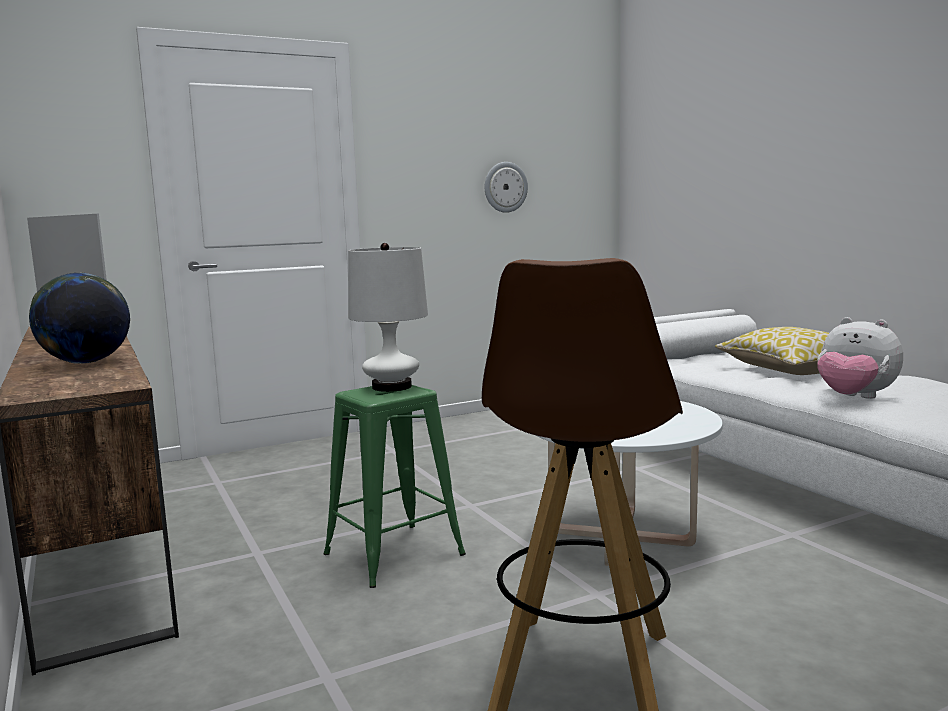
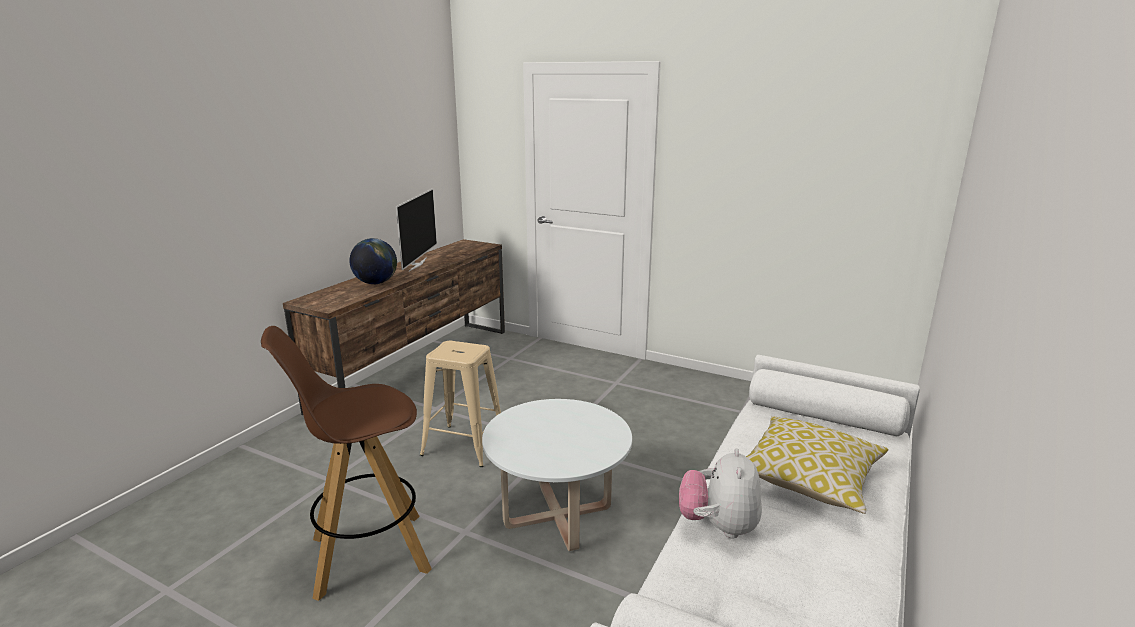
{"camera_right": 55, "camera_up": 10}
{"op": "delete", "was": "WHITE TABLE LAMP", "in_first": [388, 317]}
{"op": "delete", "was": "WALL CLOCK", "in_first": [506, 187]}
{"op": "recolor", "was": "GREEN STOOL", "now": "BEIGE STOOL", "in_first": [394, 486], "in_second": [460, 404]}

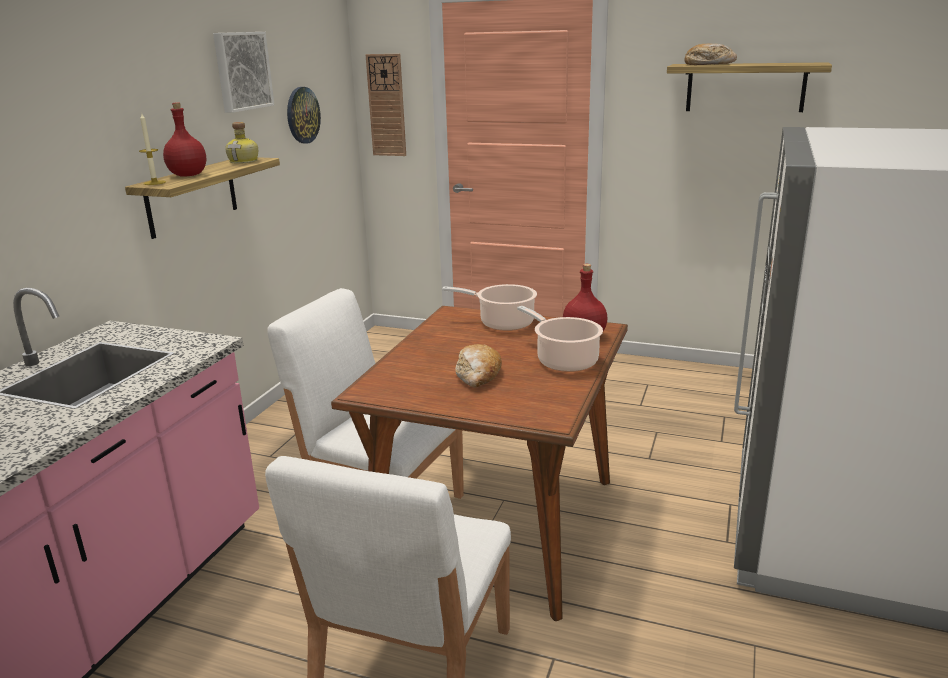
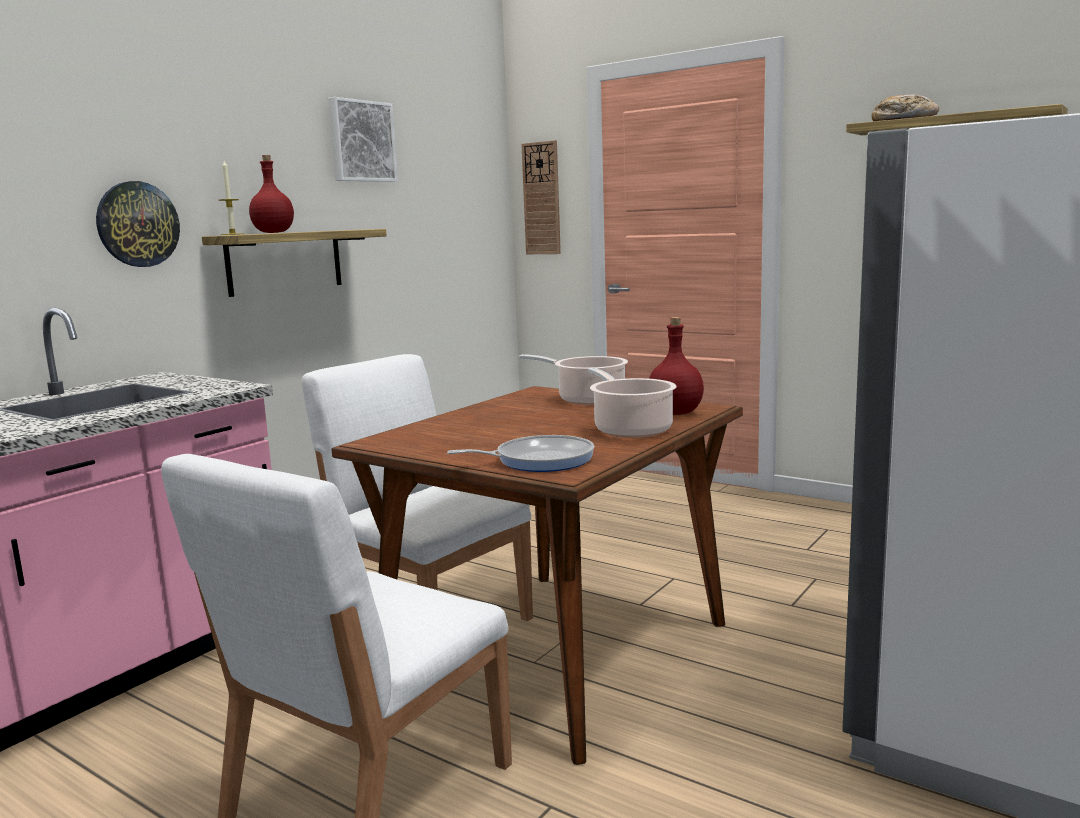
{"camera_right": 15, "camera_up": -10}
{"op": "delete", "was": "BOTTLE", "in_first": [241, 143]}
{"op": "delete", "was": "BREAD", "in_first": [479, 365]}
{"op": "insert", "now": "FRYING PAN", "in_second": [520, 453]}
{"op": "move", "was": "WALL CLOCK", "in_first": [304, 115], "in_second": [138, 224]}

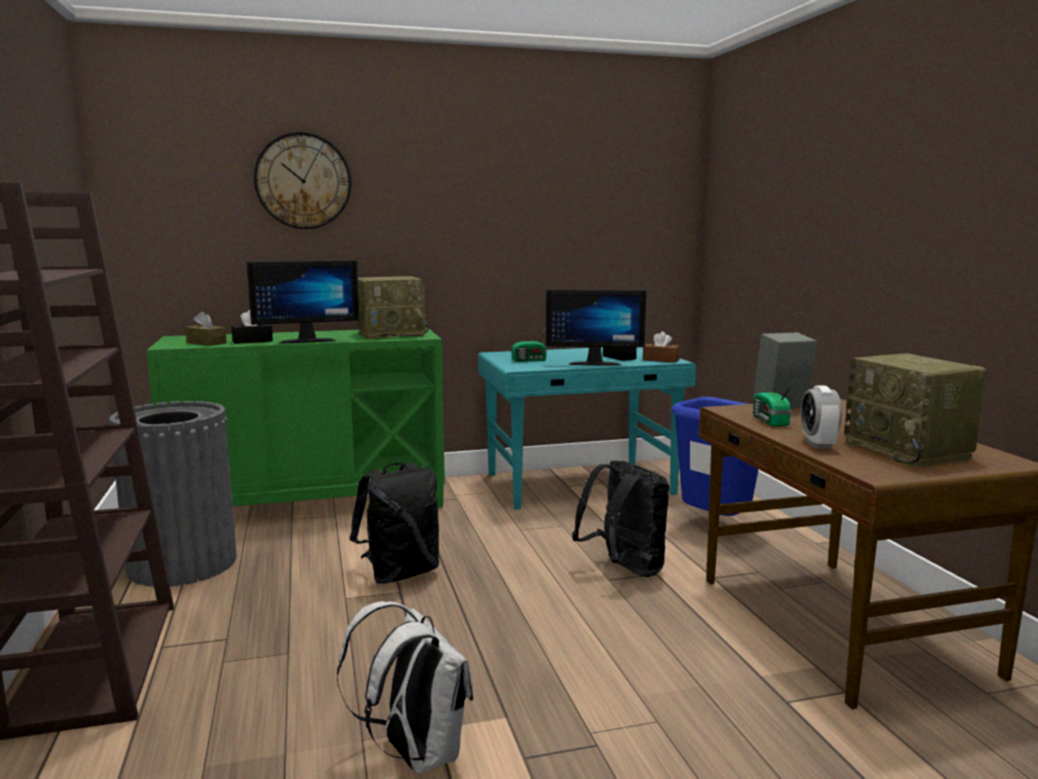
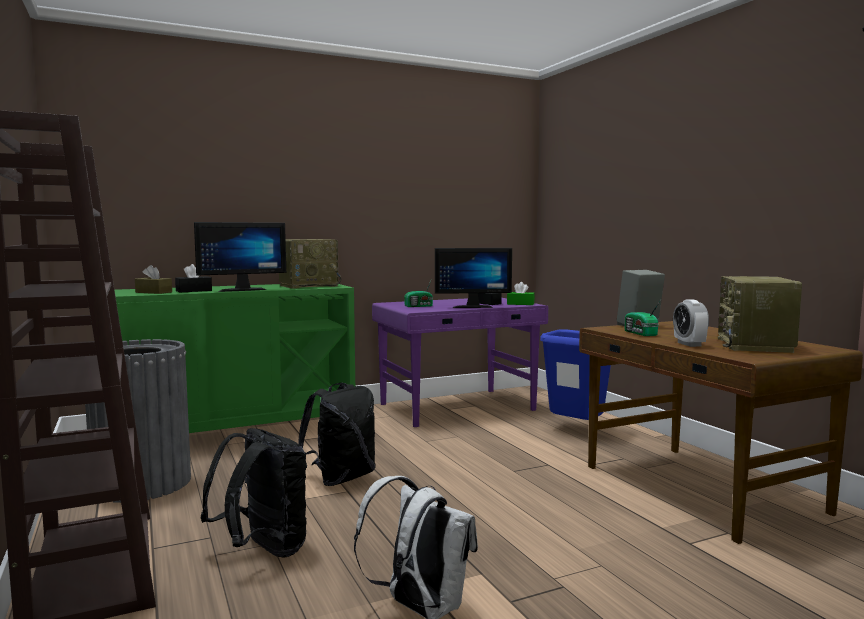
{"camera_right": -10, "camera_up": -5}
{"op": "delete", "was": "WALL CLOCK", "in_first": [302, 180]}
{"op": "move", "was": "BLACK BACKPACK", "in_first": [620, 519], "in_second": [254, 493]}
{"op": "recolor", "was": "TURQUOISE DESK", "now": "PURPLE DESK", "in_first": [587, 428], "in_second": [460, 362]}
{"op": "recolor", "was": "BROWN TISSUE BOX", "now": "GREEN TISSUE BOX", "in_first": [661, 347], "in_second": [521, 293]}
{"op": "rotate", "was": "RADIO", "in_first": [915, 410], "in_second": [760, 314], "clockwise": 45}

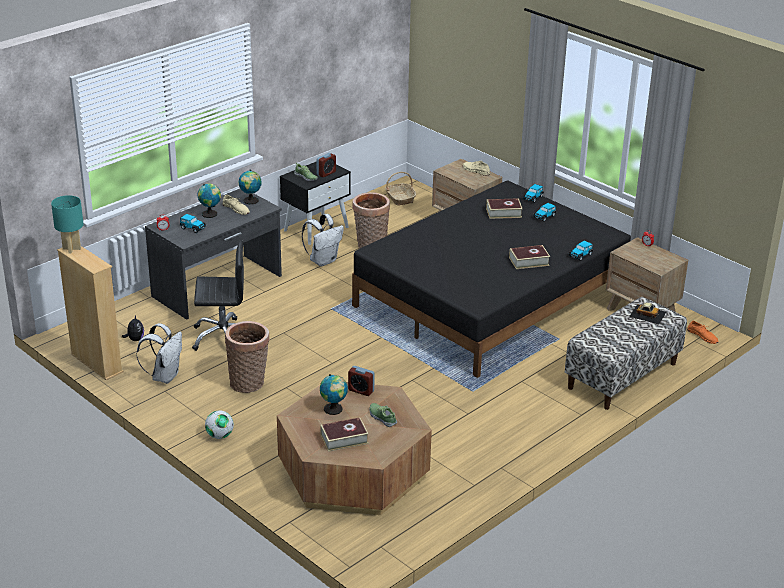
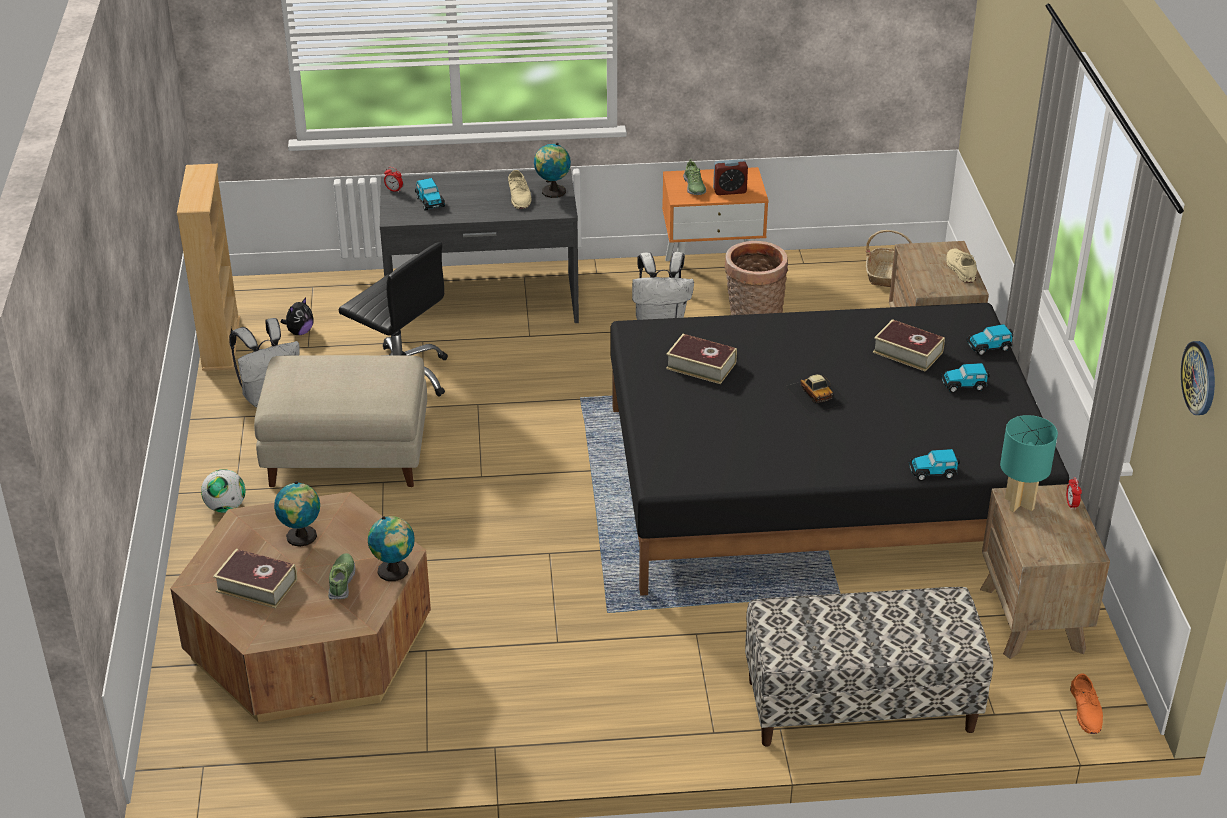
{"camera_right": 40, "camera_up": 5}
{"op": "delete", "was": "ALARM CLOCK", "in_first": [361, 381]}
{"op": "insert", "now": "WALL CLOCK", "in_second": [1198, 378]}
{"op": "move", "was": "TURQUOISE TABLE LAMP", "in_first": [67, 224], "in_second": [1029, 463]}
{"op": "move", "was": "GLOBE", "in_first": [209, 200], "in_second": [391, 548]}
{"op": "move", "was": "BOOK", "in_first": [529, 257], "in_second": [701, 359]}
{"op": "move", "was": "TOY CAR", "in_first": [647, 313], "in_second": [817, 394]}
{"op": "replace", "was": "BASKET", "now": "BEIGE OTTOMAN", "in_first": [247, 357], "in_second": [340, 421]}
{"op": "recolor", "was": "BLACK NIGHTSTAND", "now": "ORANGE NIGHTSTAND", "in_first": [315, 203], "in_second": [715, 222]}

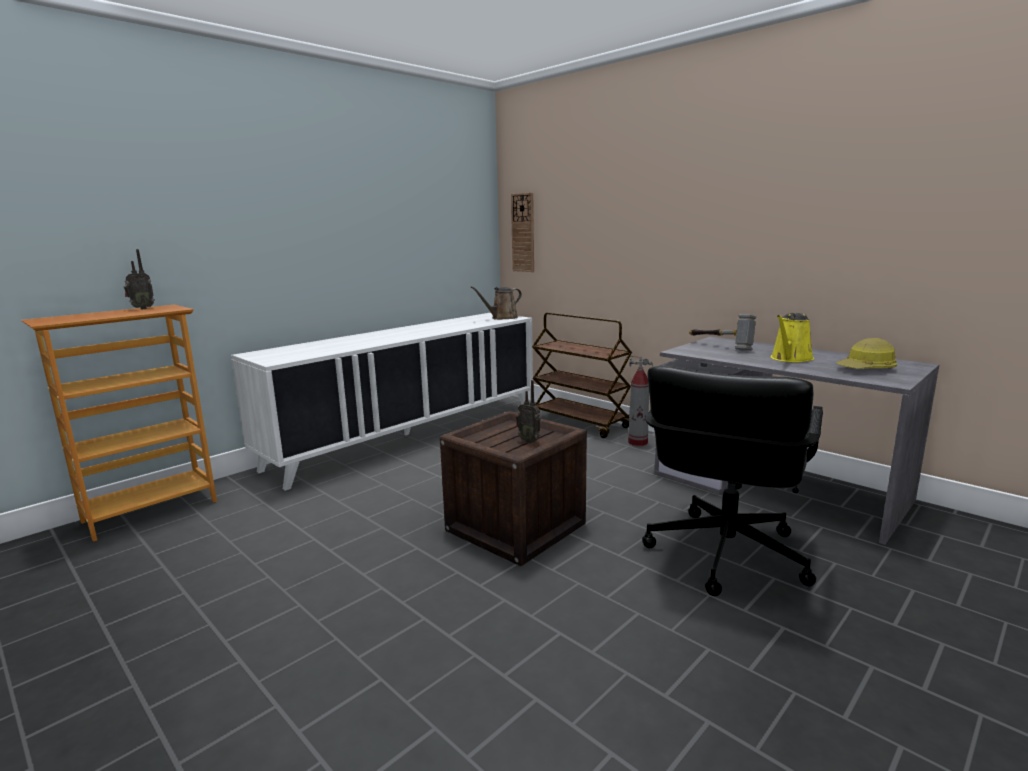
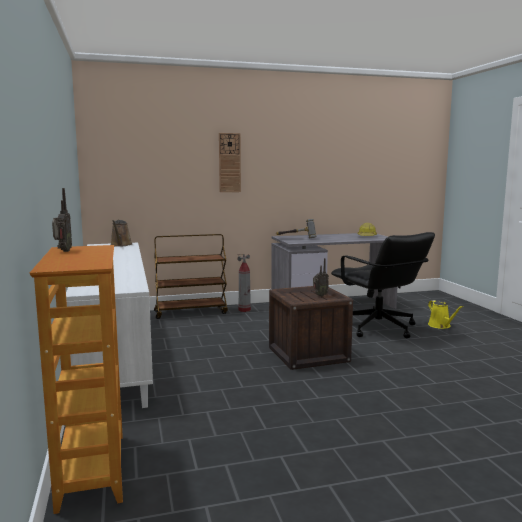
{"camera_right": -60, "camera_up": -5}
{"op": "move", "was": "WALL CLOCK", "in_first": [522, 232], "in_second": [230, 162]}
{"op": "move", "was": "YELLOW WATERING CAN", "in_first": [792, 338], "in_second": [445, 314]}

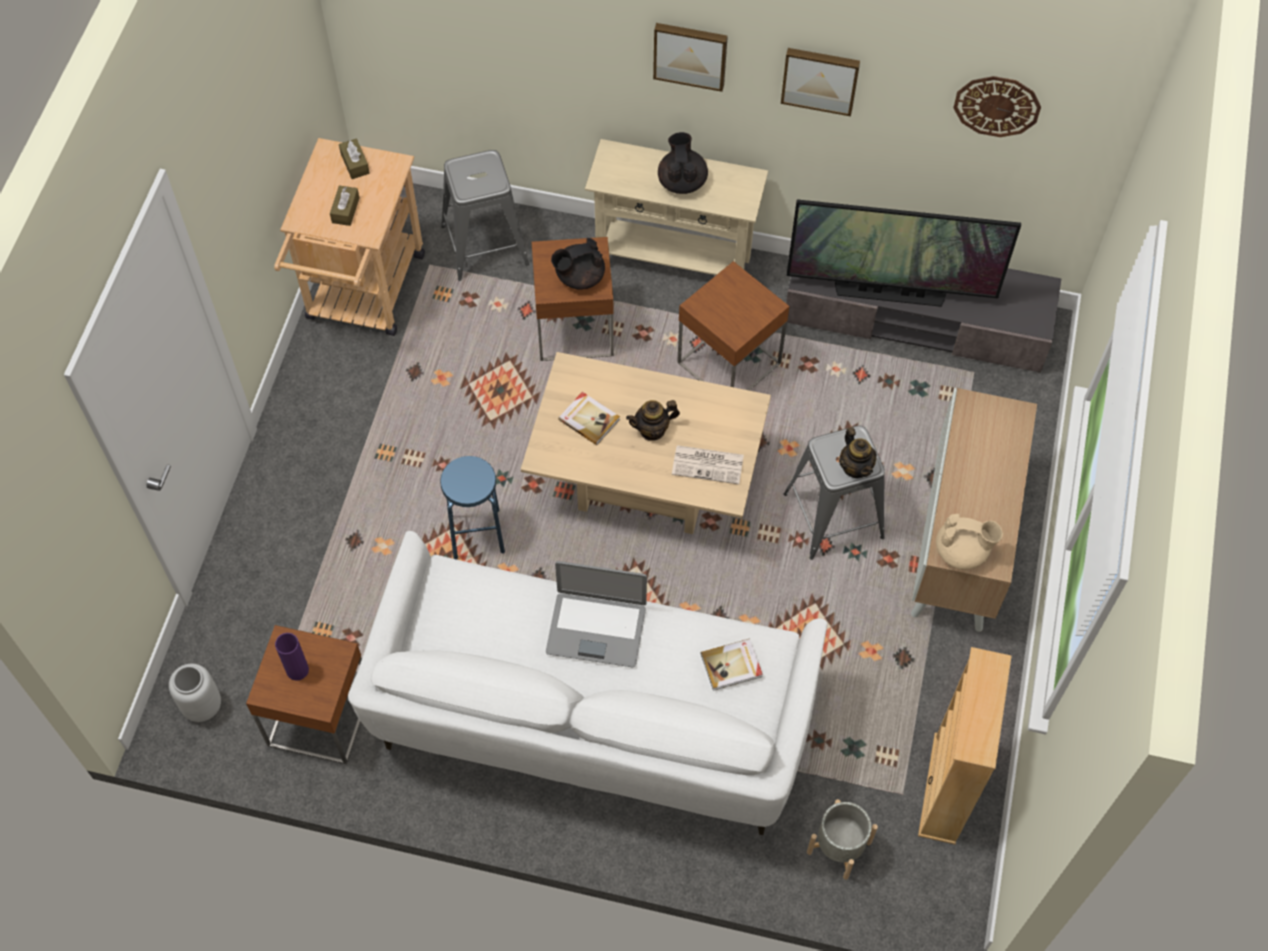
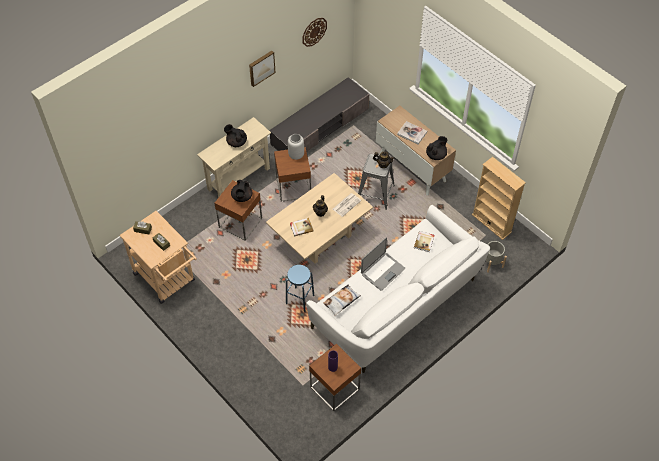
{"camera_right": -55, "camera_up": -5}
{"op": "delete", "was": "GREY STOOL", "in_first": [485, 215]}
{"op": "delete", "was": "PICTURE", "in_first": [690, 57]}
{"op": "delete", "was": "TELEVISION", "in_first": [904, 253]}
{"op": "insert", "now": "PILLOW", "in_second": [342, 300]}
{"op": "insert", "now": "BOOK", "in_second": [412, 132]}
{"op": "move", "was": "GREY VASE", "in_first": [195, 692], "in_second": [296, 147]}
{"op": "recolor", "was": "BEIGE TEAPOT", "now": "BLACK TEAPOT", "in_first": [969, 542], "in_second": [436, 148]}

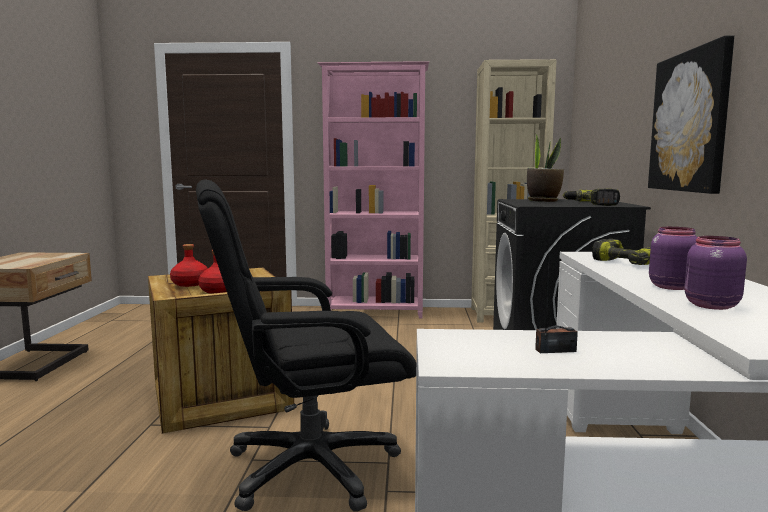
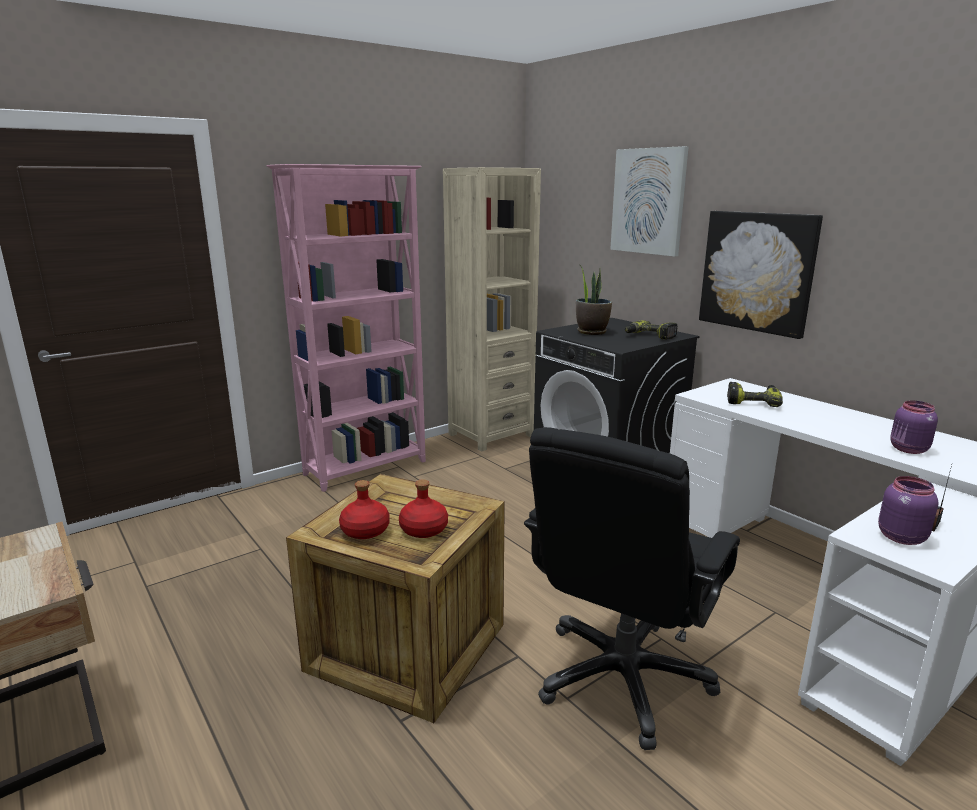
{"camera_right": -40, "camera_up": 10}
{"op": "insert", "now": "PICTURE", "in_second": [649, 201]}
{"op": "move", "was": "PURPLE JAR", "in_first": [673, 258], "in_second": [908, 510]}

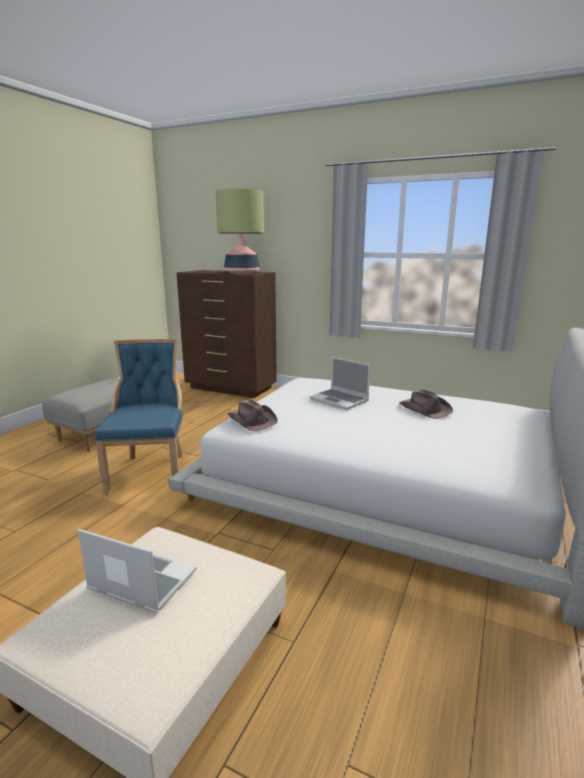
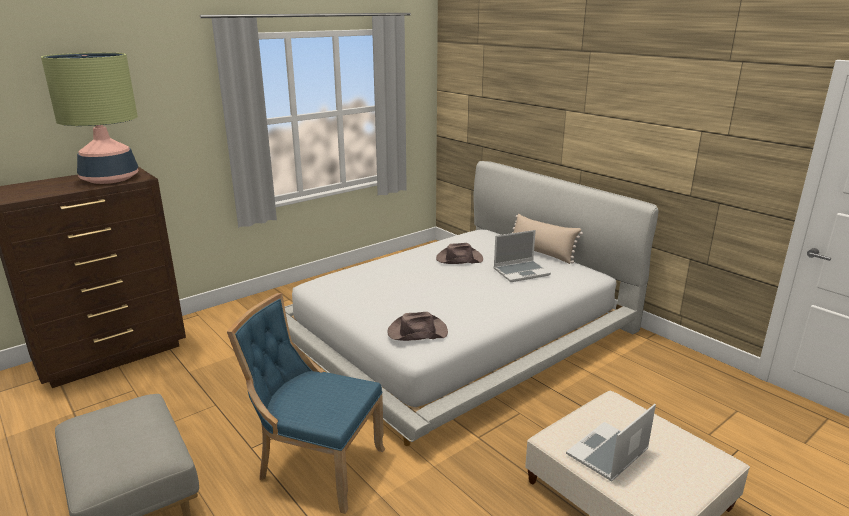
{"camera_right": -65, "camera_up": 5}
{"op": "insert", "now": "BEIGE PILLOW", "in_second": [547, 239]}
{"op": "move", "was": "LAPTOP", "in_first": [340, 383], "in_second": [522, 256]}

